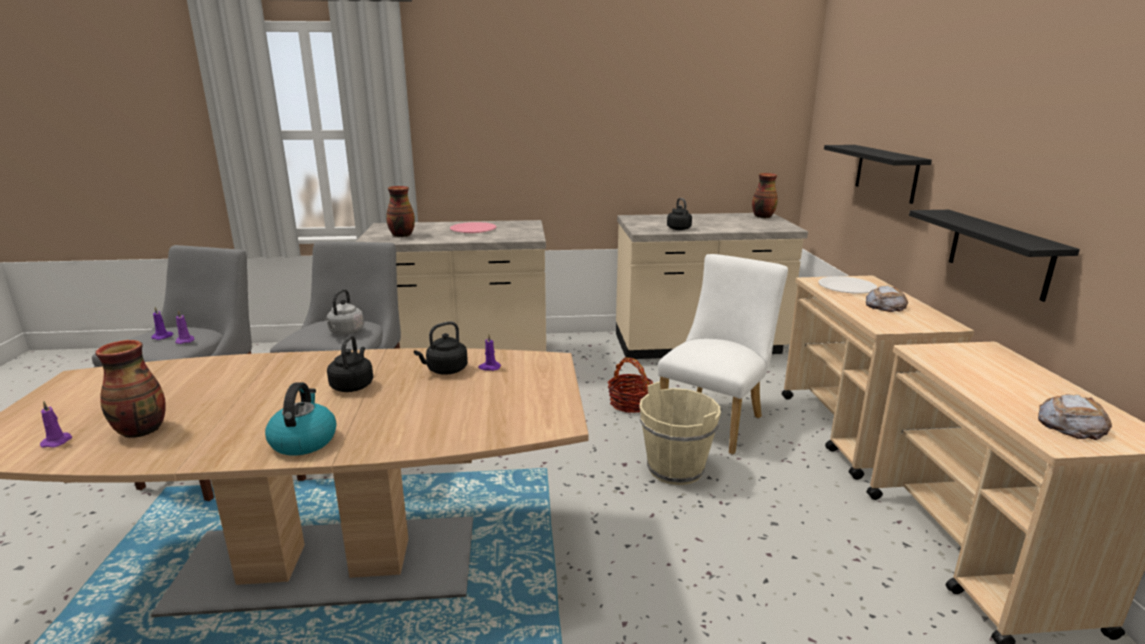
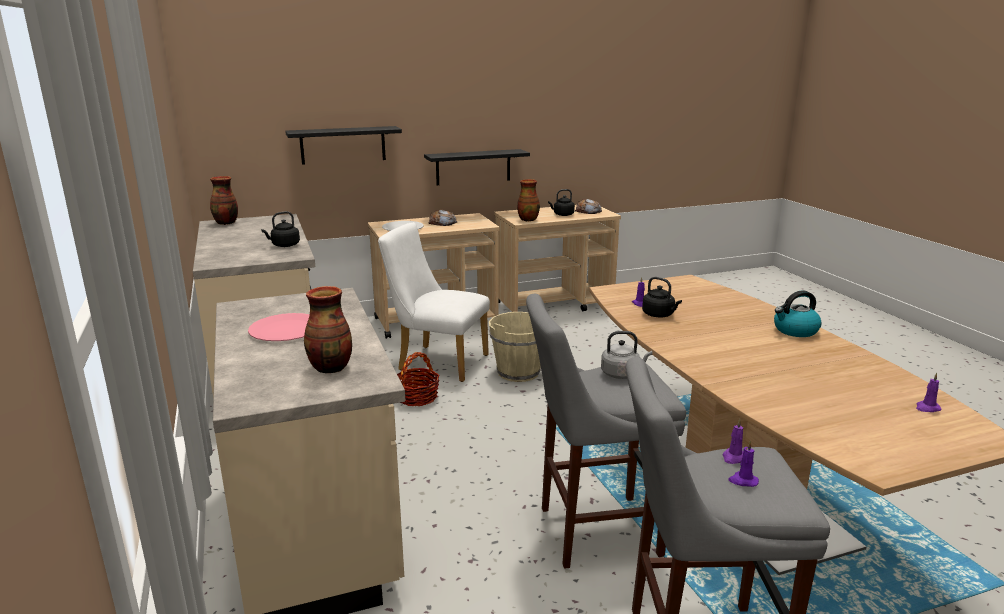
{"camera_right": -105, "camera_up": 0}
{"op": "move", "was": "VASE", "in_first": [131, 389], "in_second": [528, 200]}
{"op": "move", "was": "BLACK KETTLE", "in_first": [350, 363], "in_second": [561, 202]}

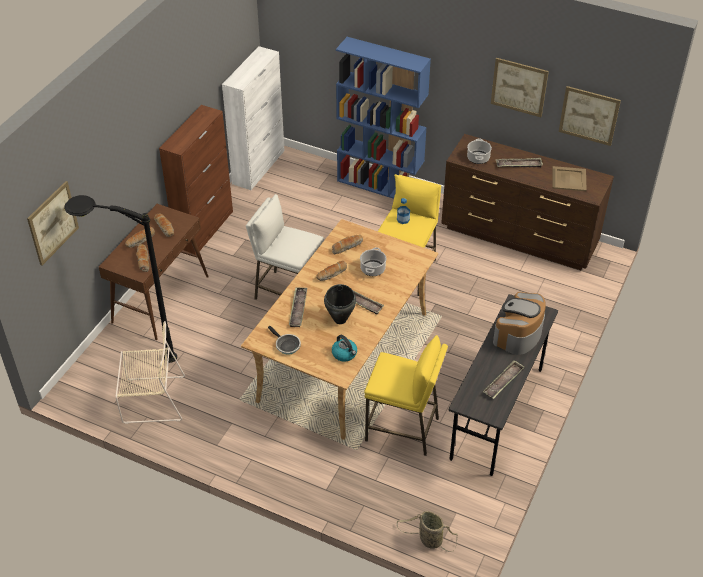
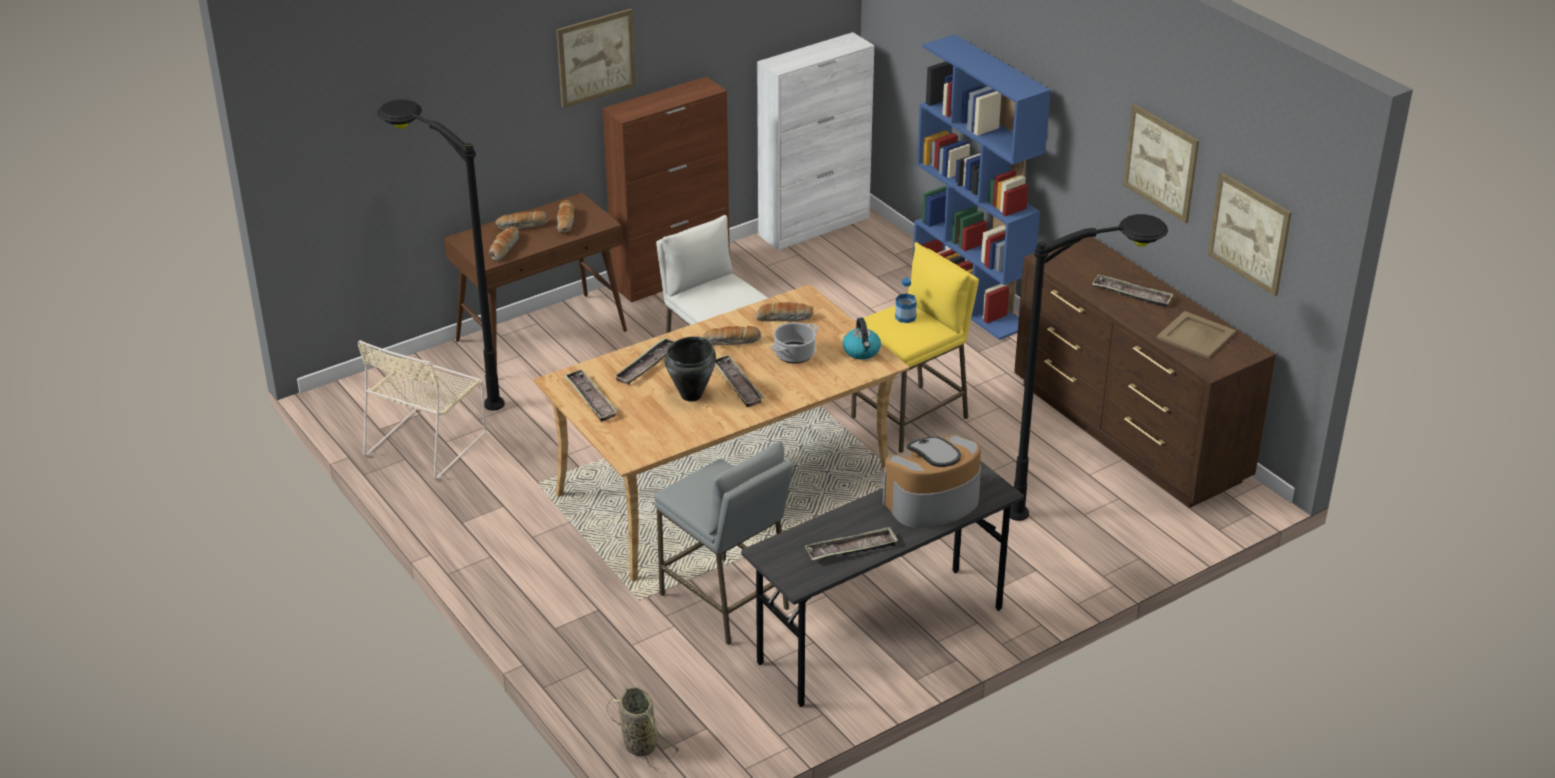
{"camera_right": 30, "camera_up": -10}
{"op": "delete", "was": "COOKING POT", "in_first": [479, 151]}
{"op": "insert", "now": "BLACK FLOOR LAMP", "in_second": [1089, 367]}
{"op": "move", "was": "PICTURE", "in_first": [53, 223], "in_second": [596, 58]}
{"op": "move", "was": "KETTLE", "in_first": [344, 348], "in_second": [861, 338]}
{"op": "replace", "was": "FRYING PAN", "now": "TRAY", "in_first": [284, 340], "in_second": [591, 395]}
{"op": "recolor", "was": "YELLOW STOOL", "now": "GREY STOOL", "in_first": [406, 395], "in_second": [723, 543]}
{"op": "rotate", "was": "BEIGE CHAIR", "in_first": [150, 372], "in_second": [422, 409], "clockwise": 90}

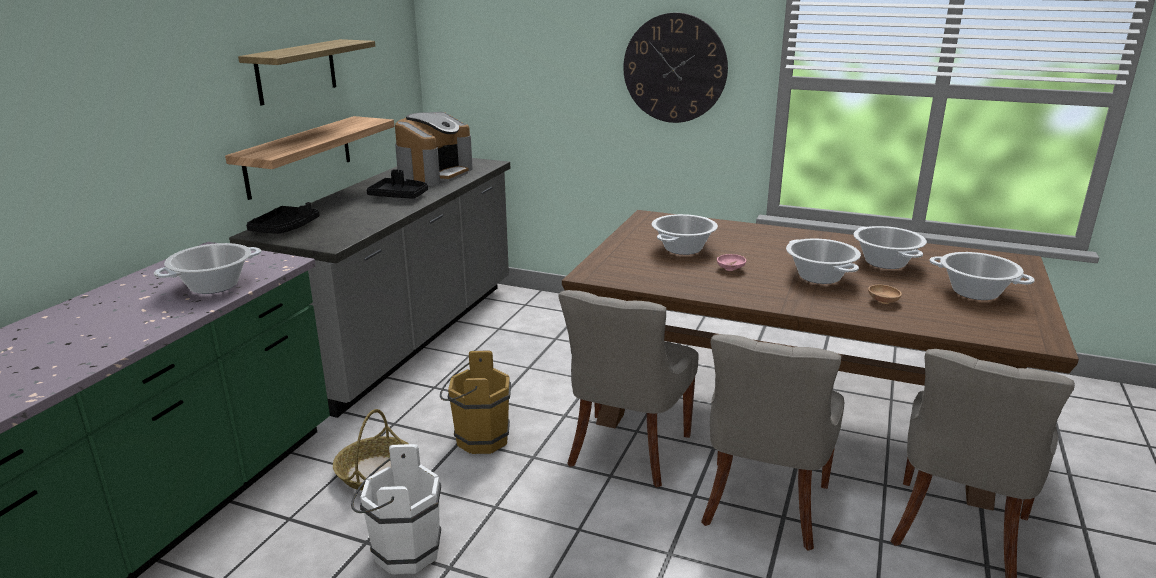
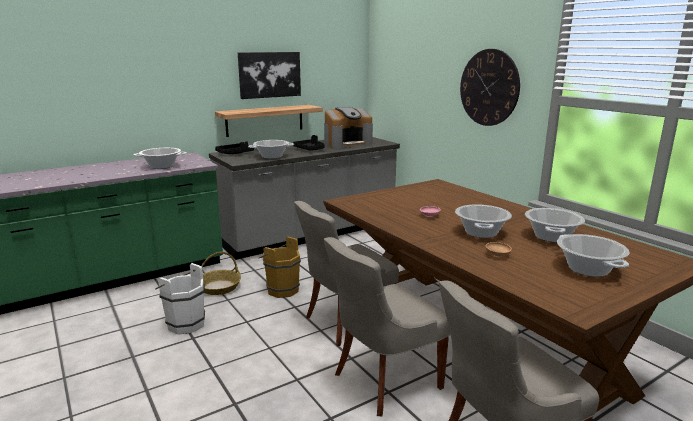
{"camera_right": 35, "camera_up": -5}
{"op": "move", "was": "COOKING POT", "in_first": [685, 234], "in_second": [271, 149]}
{"op": "replace", "was": "SHELF", "now": "PICTURE", "in_first": [306, 72], "in_second": [269, 75]}

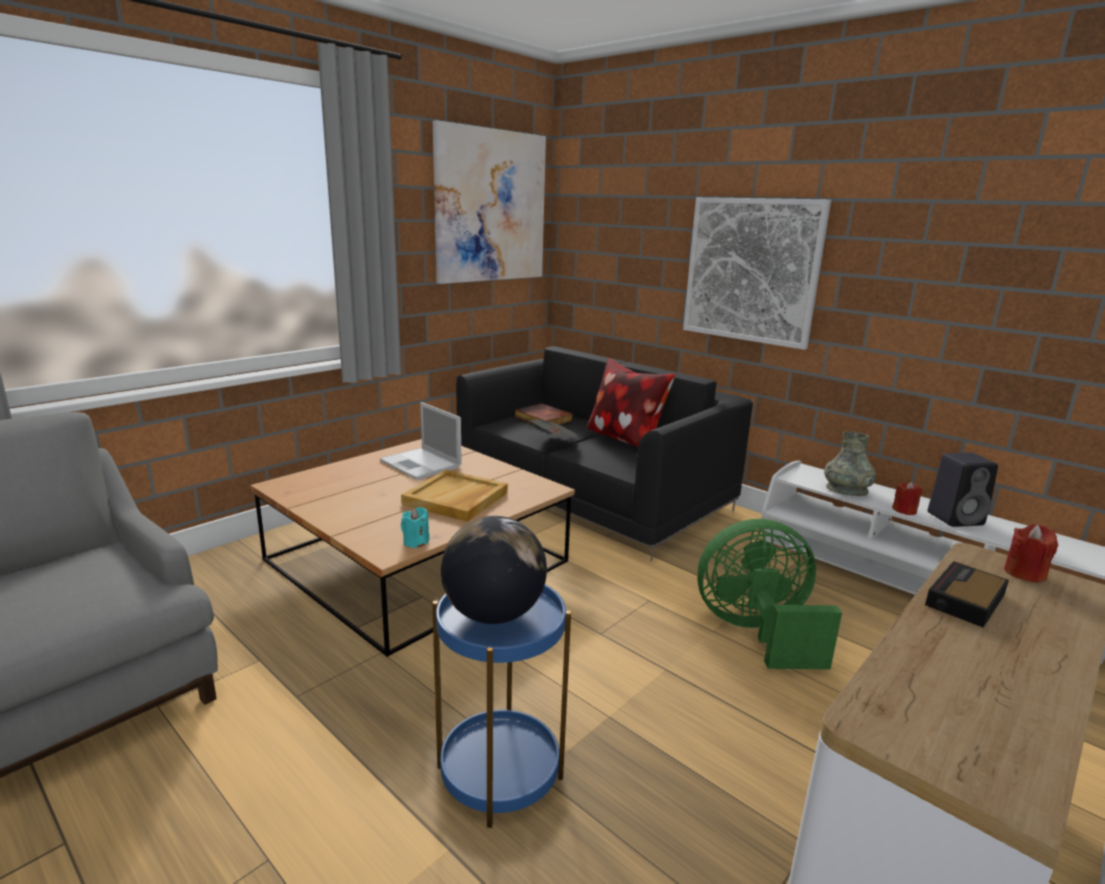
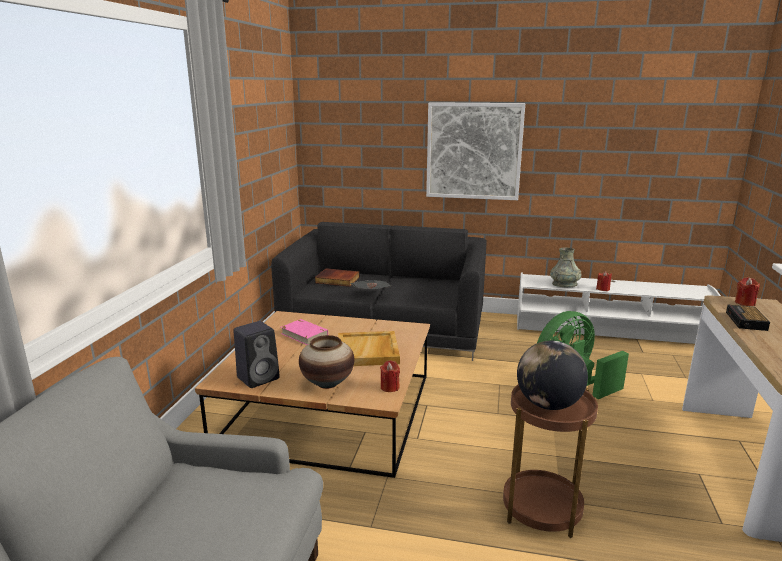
{"camera_right": -30, "camera_up": 0}
{"op": "delete", "was": "PICTURE", "in_first": [489, 202]}
{"op": "delete", "was": "PILLOW", "in_first": [631, 402]}
{"op": "insert", "now": "VASE", "in_second": [326, 362]}
{"op": "move", "was": "BLACK SPEAKER", "in_first": [963, 490], "in_second": [256, 354]}
{"op": "replace", "was": "LAPTOP", "now": "PINK BOOK", "in_first": [421, 441], "in_second": [304, 332]}
{"op": "recolor", "was": "TURQUOISE CANDLE", "now": "RED CANDLE", "in_first": [415, 527], "in_second": [390, 376]}
{"op": "recolor", "was": "BLUE SIDE TABLE", "now": "BROWN SIDE TABLE", "in_first": [501, 706], "in_second": [550, 461]}

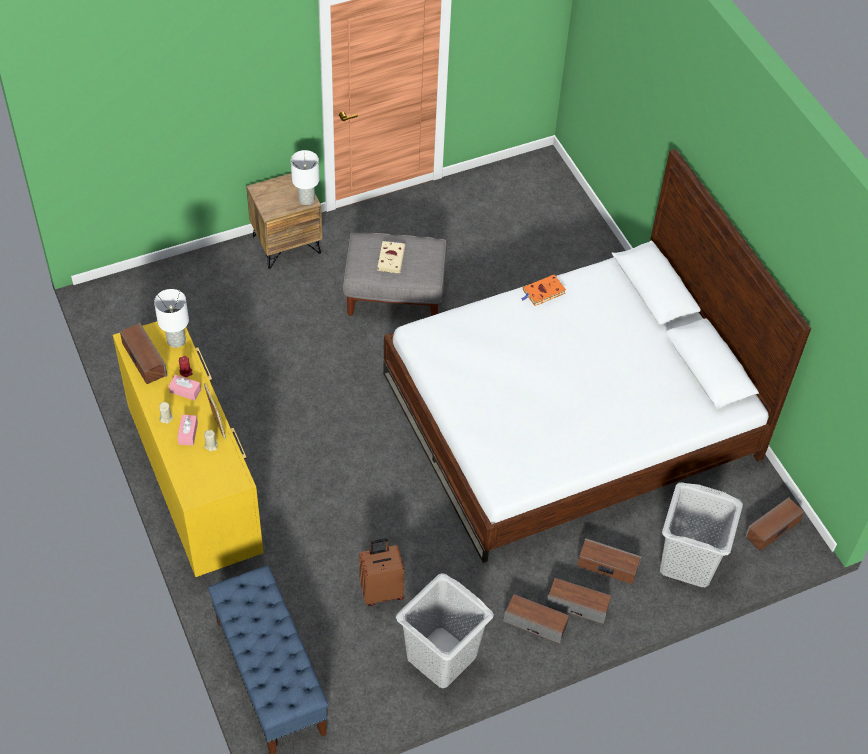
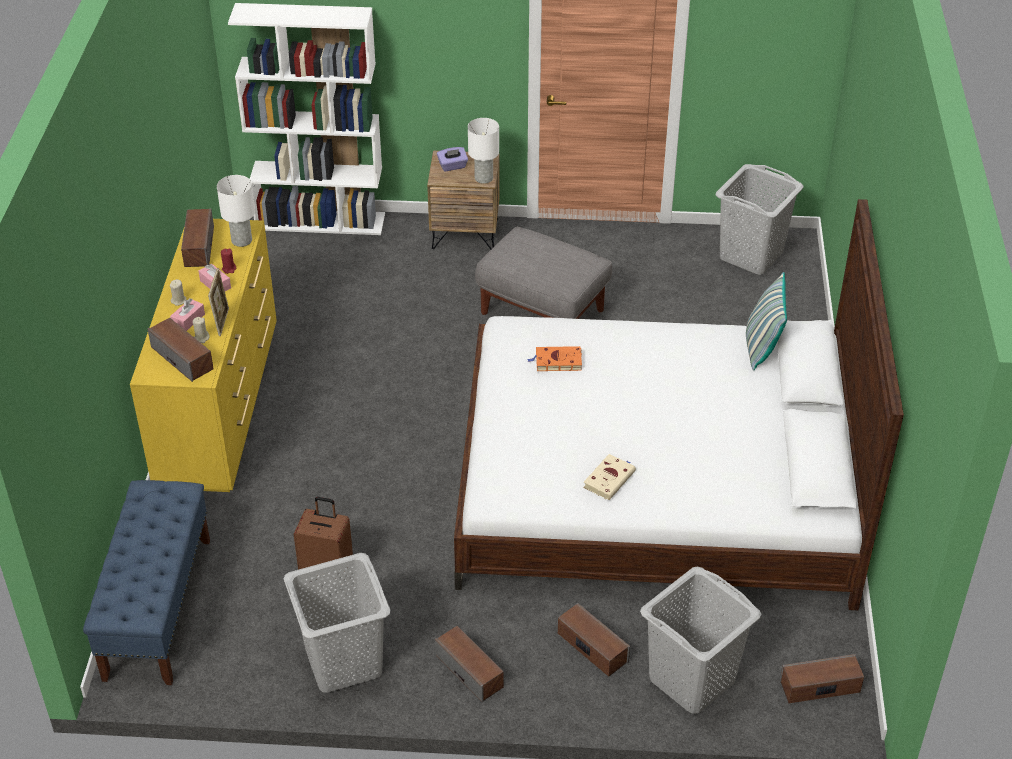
{"camera_right": 30, "camera_up": -10}
{"op": "insert", "now": "WHITE BOOKCASE", "in_second": [306, 119]}
{"op": "insert", "now": "PURPLE TISSUE BOX", "in_second": [452, 159]}
{"op": "insert", "now": "GREY LAUNDRY BASKET", "in_second": [760, 219]}
{"op": "insert", "now": "PILLOW", "in_second": [766, 321]}
{"op": "move", "was": "BEIGE BOOK", "in_first": [391, 257], "in_second": [609, 477]}
{"op": "move", "was": "ORANGE BOOK", "in_first": [543, 290], "in_second": [554, 358]}
{"op": "move", "was": "SPEAKER", "in_first": [578, 601], "in_second": [181, 350]}

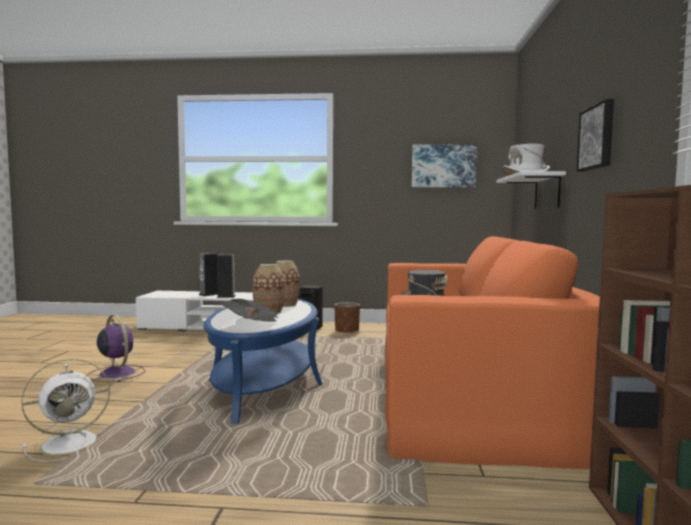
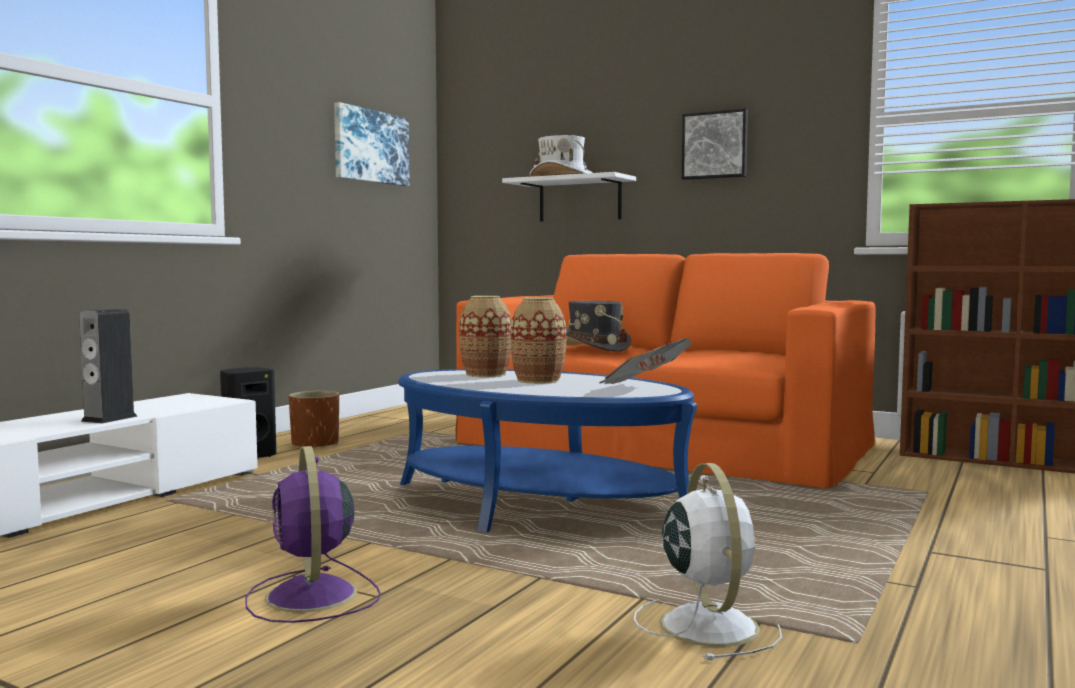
{"camera_right": -65, "camera_up": 0}
{"op": "delete", "was": "SPEAKER", "in_first": [208, 274]}
{"op": "rotate", "was": "PURPLE FAN", "in_first": [116, 348], "in_second": [313, 534], "clockwise": -90}

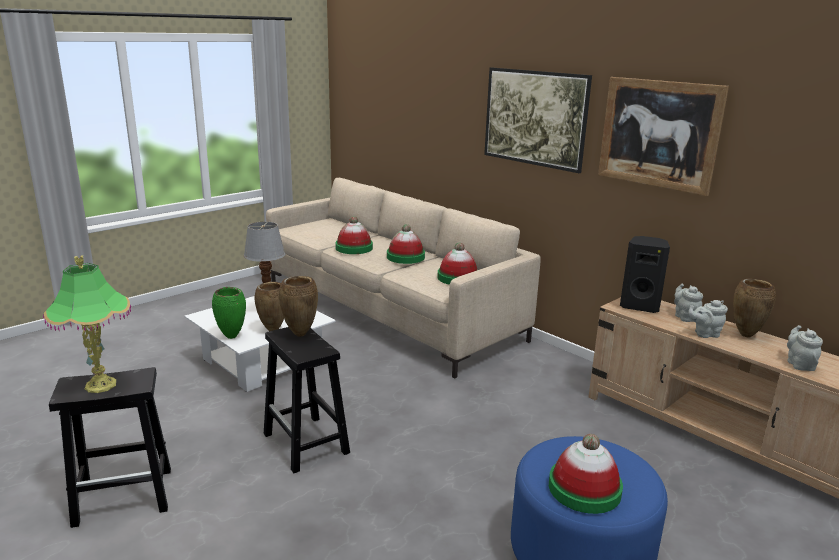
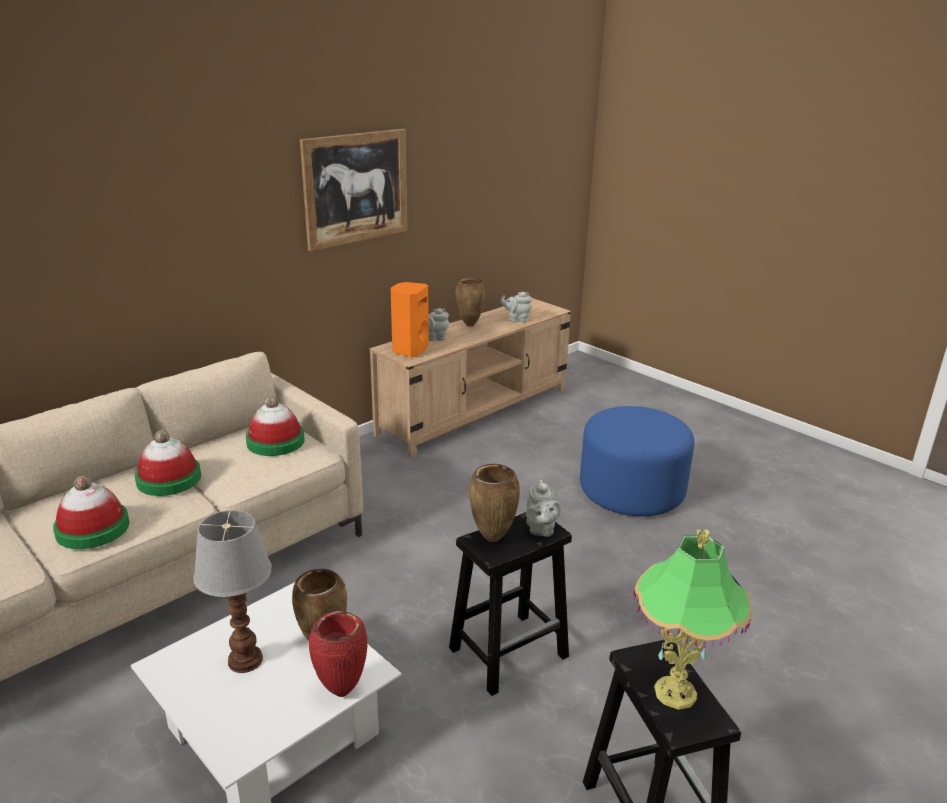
{"camera_right": -90, "camera_up": 5}
{"op": "delete", "was": "PICTURE", "in_first": [538, 120]}
{"op": "delete", "was": "HAT", "in_first": [586, 474]}
{"op": "move", "was": "GREY TEAPOT", "in_first": [708, 319], "in_second": [543, 508]}
{"op": "recolor", "was": "GREEN VASE", "now": "RED VASE", "in_first": [229, 313], "in_second": [338, 654]}
{"op": "recolor", "was": "BLACK SPEAKER", "now": "ORANGE SPEAKER", "in_first": [645, 274], "in_second": [410, 319]}

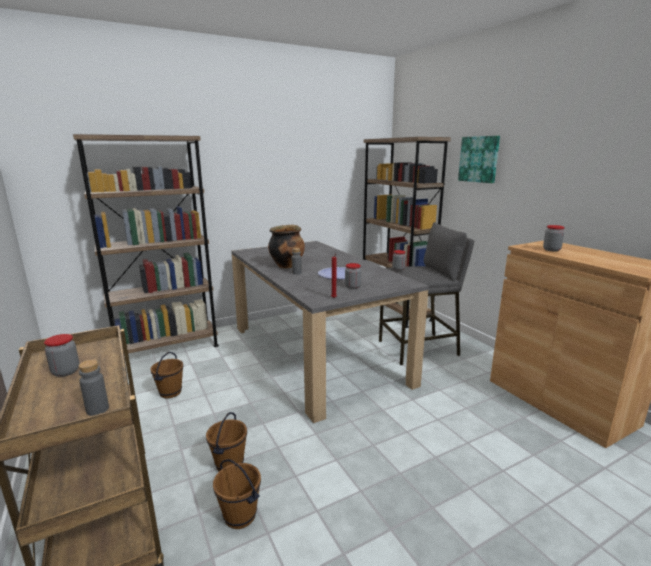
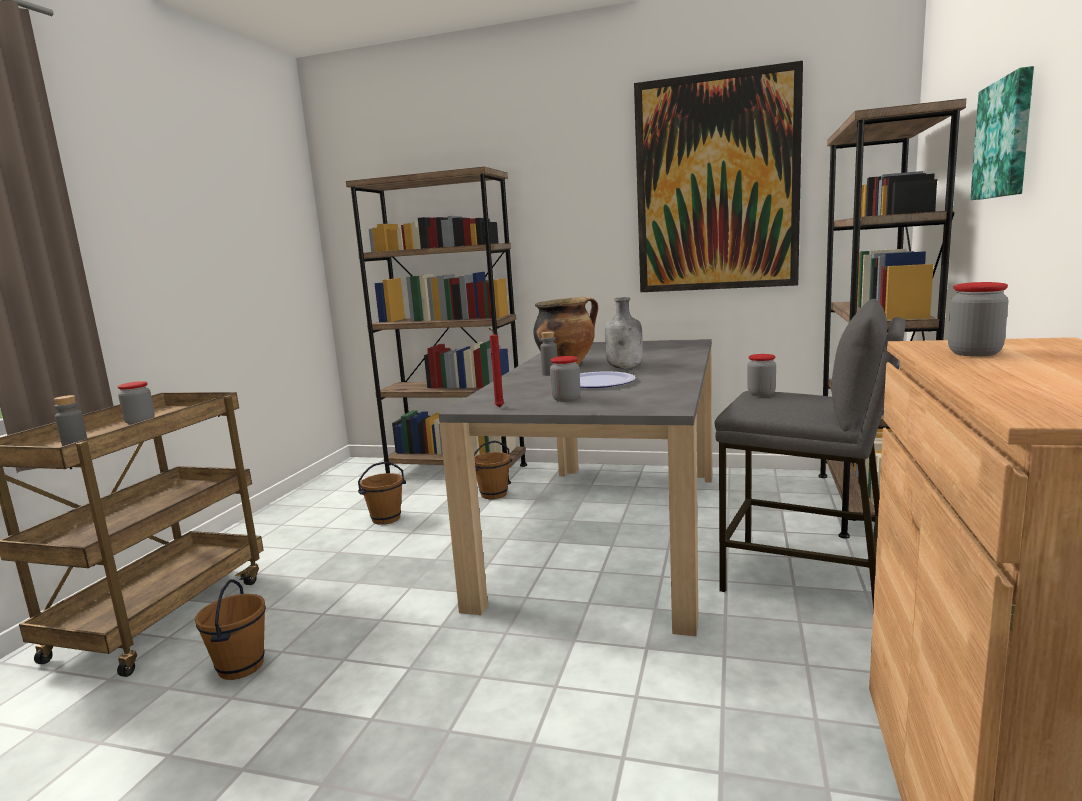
{"camera_right": 45, "camera_up": -5}
{"op": "insert", "now": "GREY BOTTLE", "in_second": [624, 333]}
{"op": "insert", "now": "PICTURE", "in_second": [718, 176]}
{"op": "move", "was": "BROWN BUCKET", "in_first": [226, 441], "in_second": [493, 470]}

